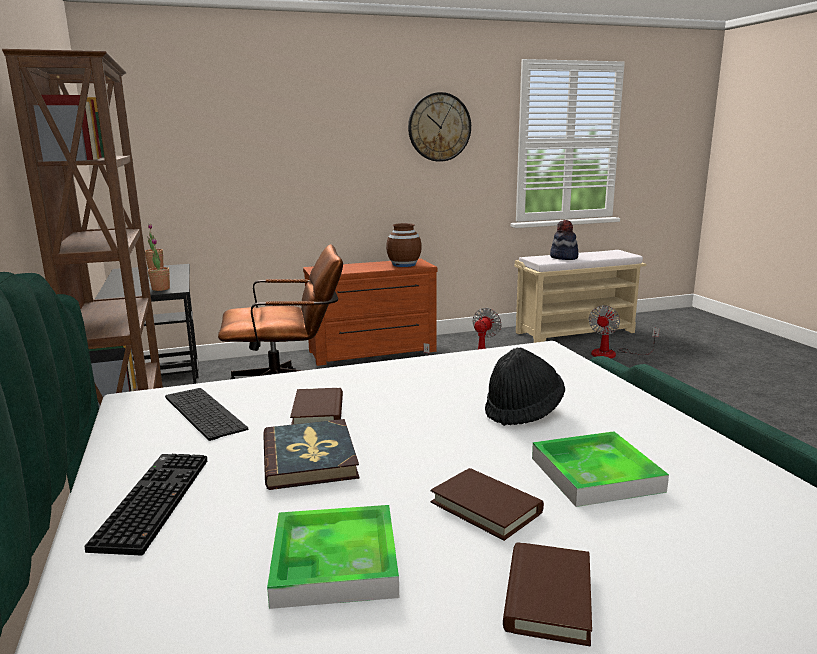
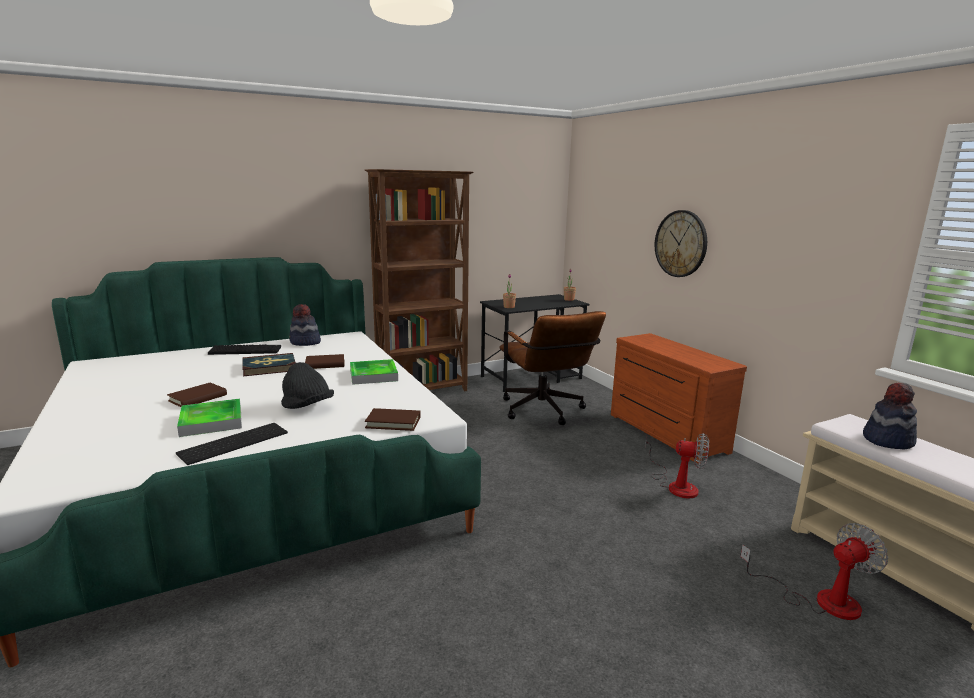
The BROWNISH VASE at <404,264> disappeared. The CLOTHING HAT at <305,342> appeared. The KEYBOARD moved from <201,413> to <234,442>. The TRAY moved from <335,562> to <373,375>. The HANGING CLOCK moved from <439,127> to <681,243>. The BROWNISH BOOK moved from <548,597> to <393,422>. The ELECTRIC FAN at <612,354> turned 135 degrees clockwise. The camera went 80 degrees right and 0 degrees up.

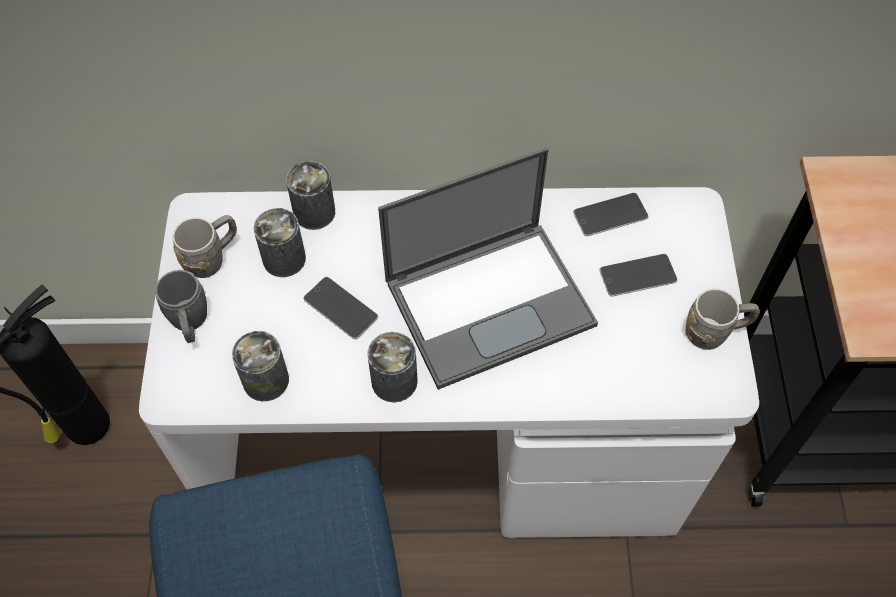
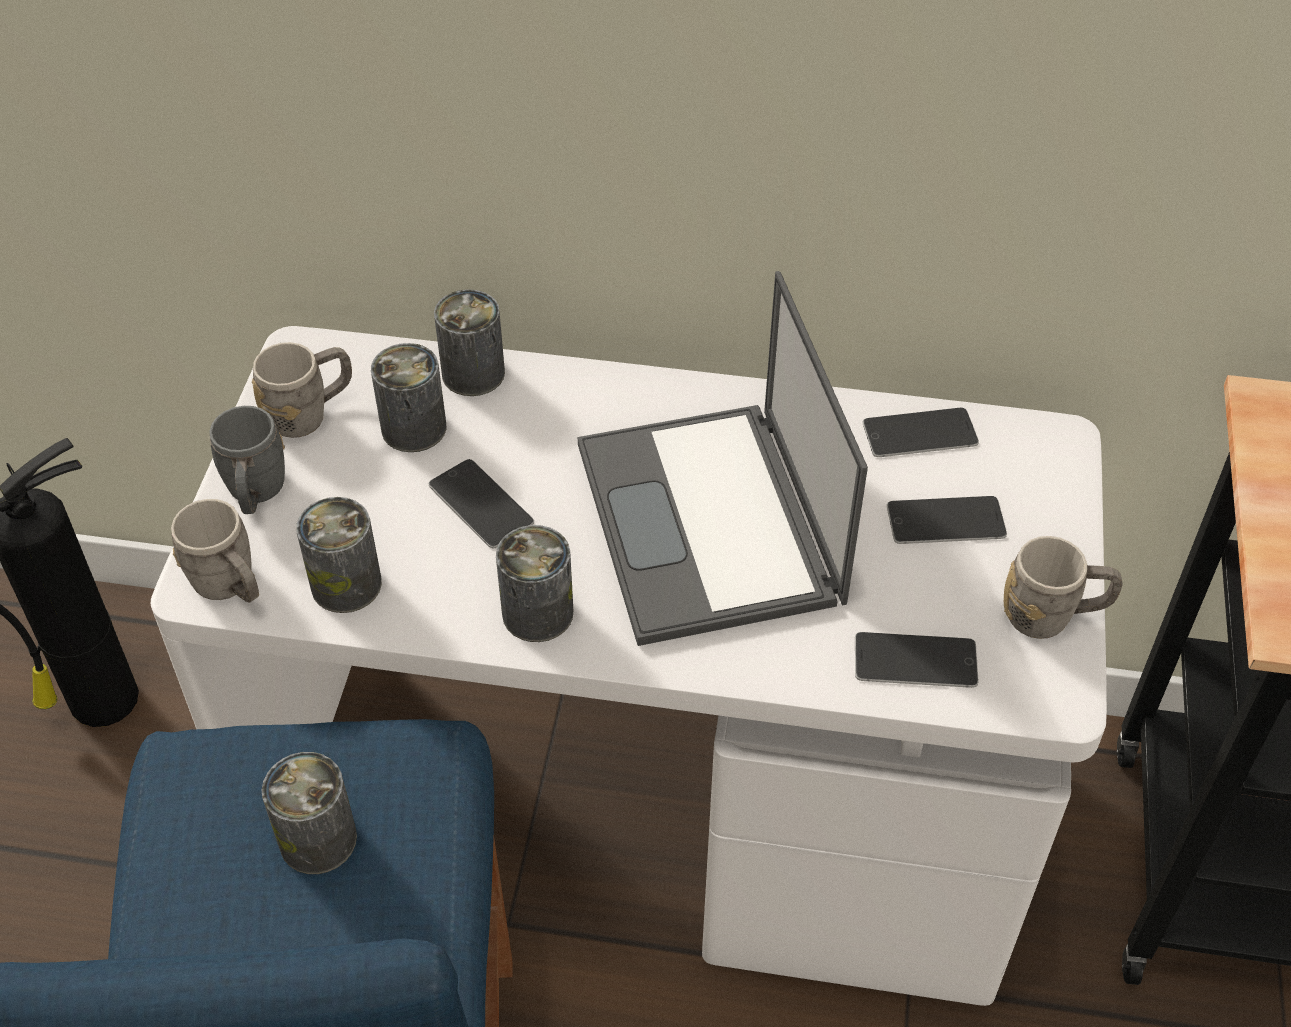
The GRAY TEA MUG at <230,587> appeared. The SEALED CAN at <318,839> appeared. The PHONE at <915,660> appeared. The NOTEBOOK COMPUTER at <491,301> turned 90 degrees clockwise. The camera went 10 degrees right and 10 degrees down.

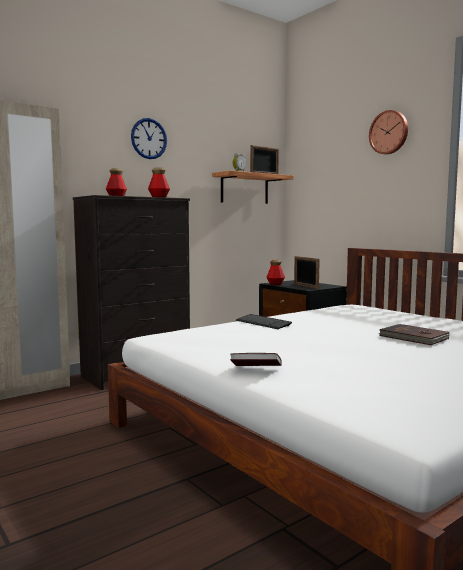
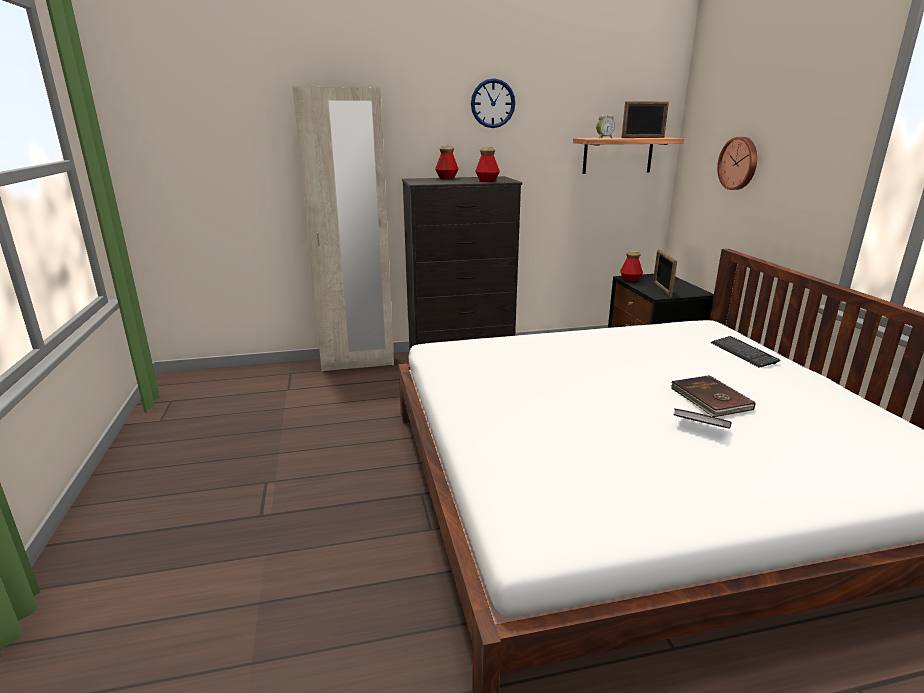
The BOOK moved from <256,370> to <700,428>. The KEYBOARD moved from <263,323> to <743,353>. The HANGING CLOCK moved from <389,132> to <739,163>. The camera went 25 degrees right and 15 degrees up.

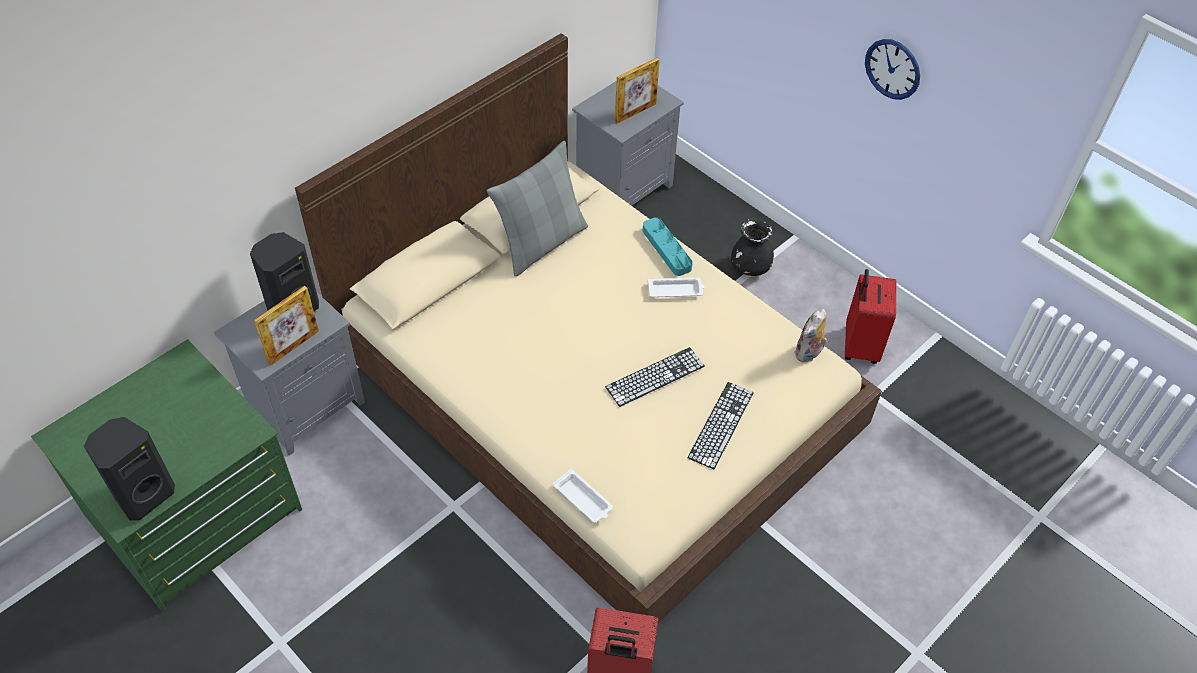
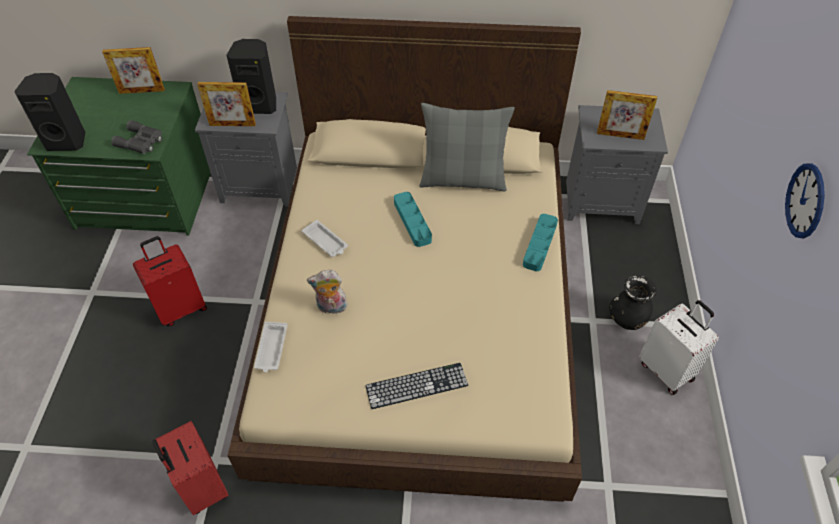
The KEYBOARD at <655,376> disappeared. The PHOTO FRAME at <141,91> appeared. The GRAY BINOCULARS at <141,142> appeared. The TURQUOISE TRAY at <412,221> appeared. The WHITISH TRAVEL CASE at <667,370> appeared. The WHITISH TRAY moved from <676,290> to <325,241>. The PLUSH TOY moved from <809,354> to <331,308>. The REDDISH TRAVEL CASE moved from <859,346> to <181,308>. The camera went 50 degrees right and 0 degrees up.

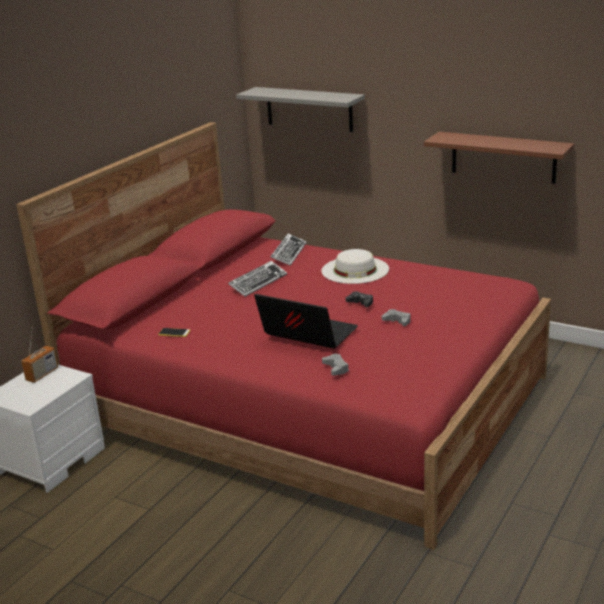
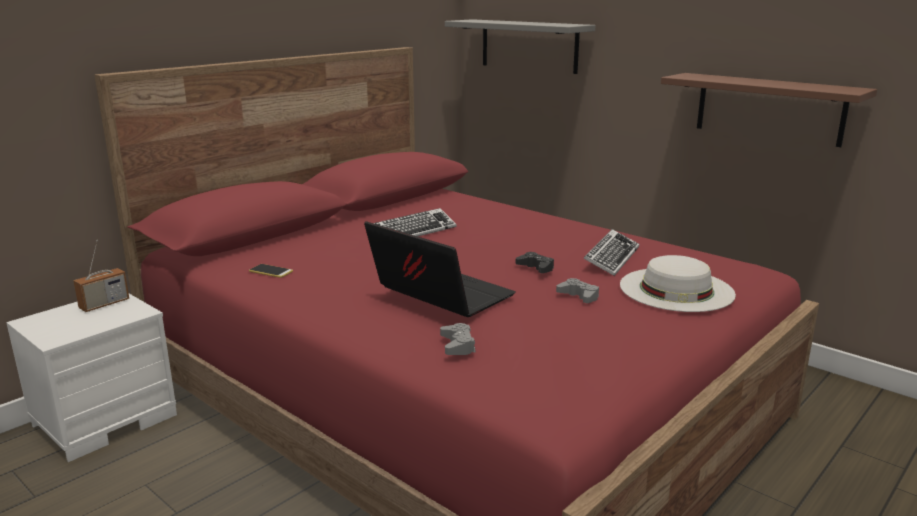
The KEYBOARD moved from <288,253> to <611,258>. The WHITISH CLOTHING HAT moved from <355,270> to <676,289>. The camera went 10 degrees right and 5 degrees down.

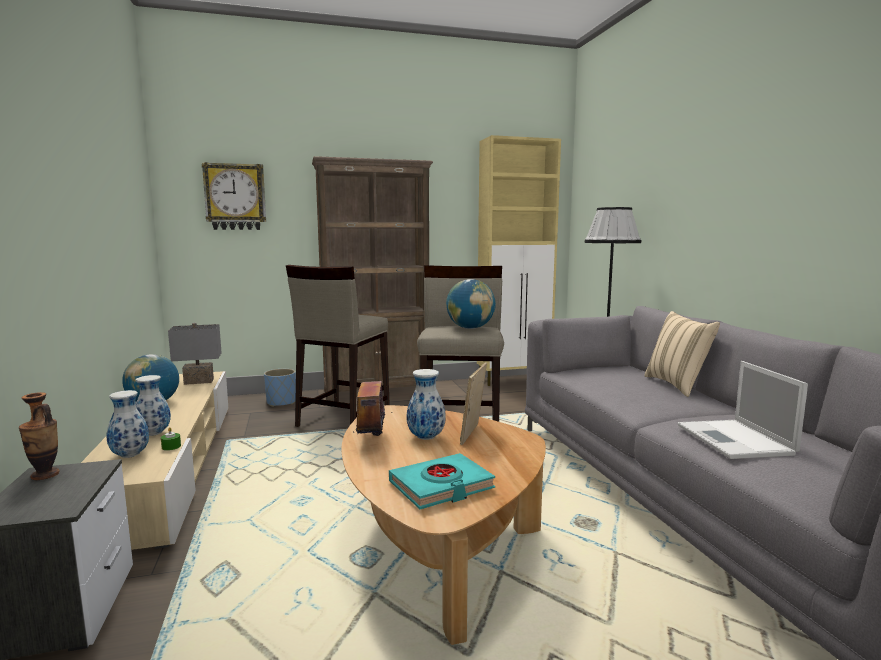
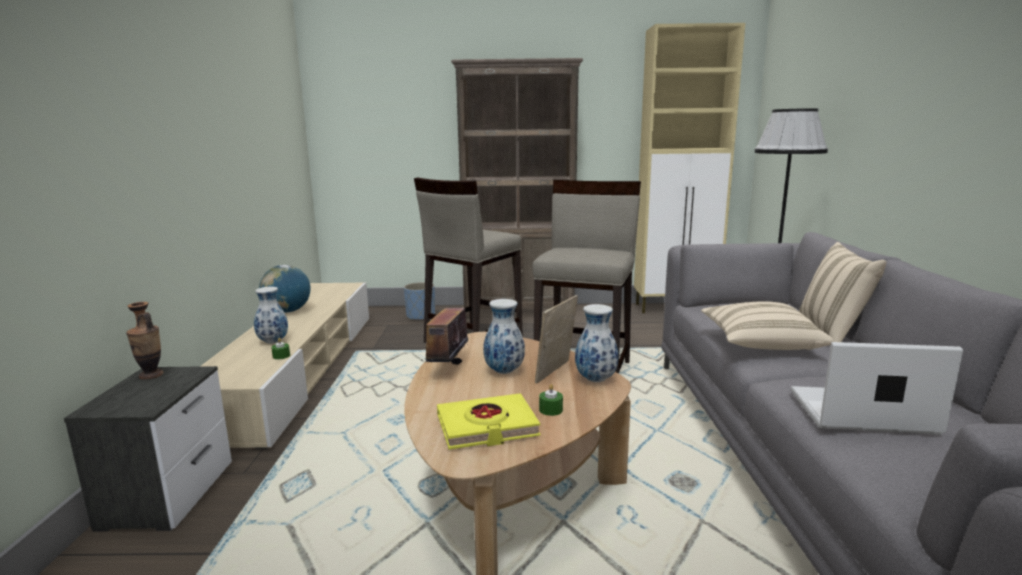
The GRAY LAMP FOR A TABLE at <198,382> disappeared. The HANGING CLOCK at <235,197> disappeared. The WORLD GLOBE at <470,328> disappeared. The GREENISH WAX LIGHT at <551,410> appeared. The BEIGE PILLOW at <760,344> appeared. The VASE moved from <131,455> to <596,379>. The TURQUOISE BOOK at <441,486> became the YELLOWISH BOOK at <487,427>. The NOTEBOOK COMPUTER at <736,440> turned 90 degrees clockwise. The camera went 15 degrees right and 5 degrees up.

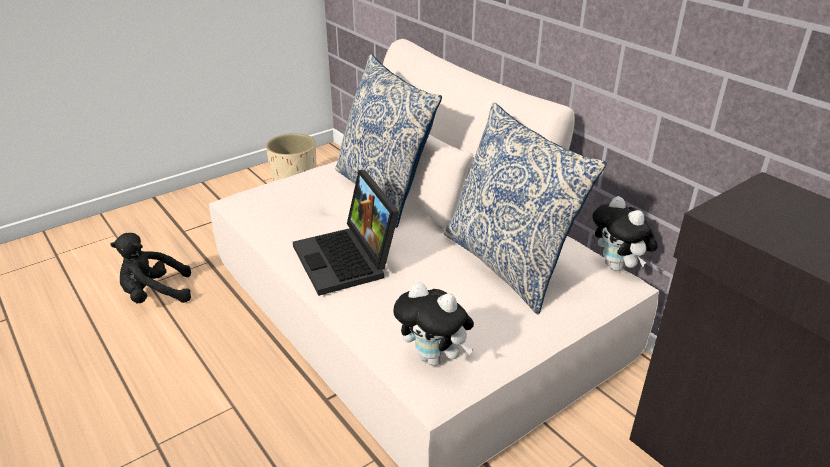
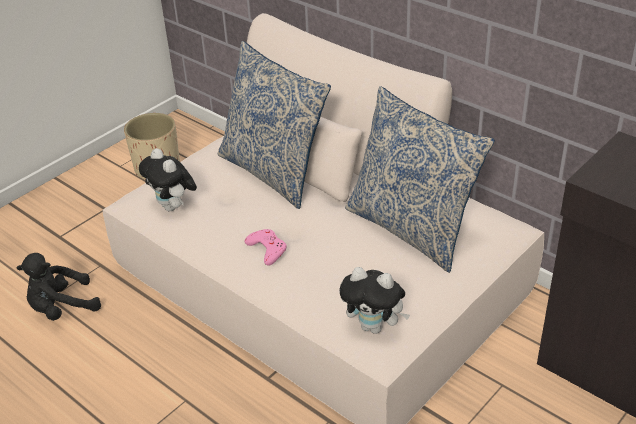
The PLUSH TOY moved from <618,267> to <173,207>. The NOTEBOOK COMPUTER at <348,260> was replaced by the PINKISH GAME CONTROLLER at <267,249>. The camera went 10 degrees left and 5 degrees up.

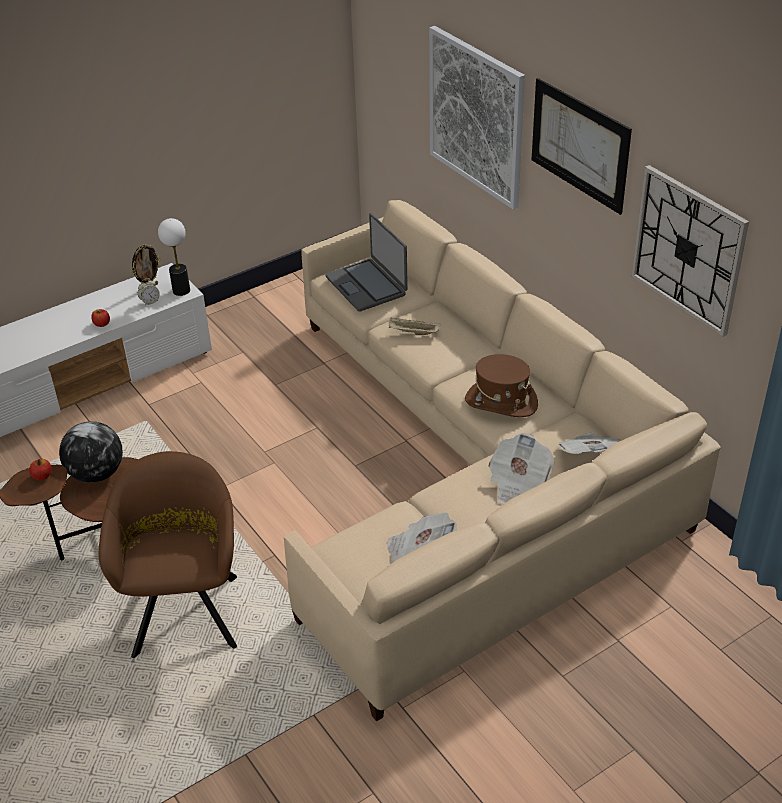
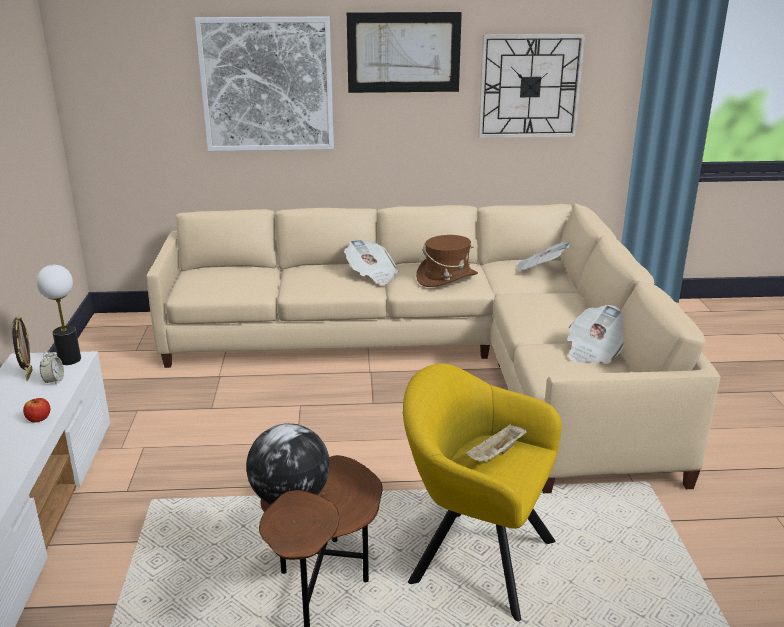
The WHOLE APPLE at <42,476> disappeared. The NOTEBOOK COMPUTER at <367,286> disappeared. The BEIGE TRAY moved from <413,333> to <497,454>. The NEWSPAPER moved from <518,484> to <372,275>. The BROWNISH EASY CHAIR at <186,609> became the YELLOWISH EASY CHAIR at <474,558>. The camera went 60 degrees left and 15 degrees down.

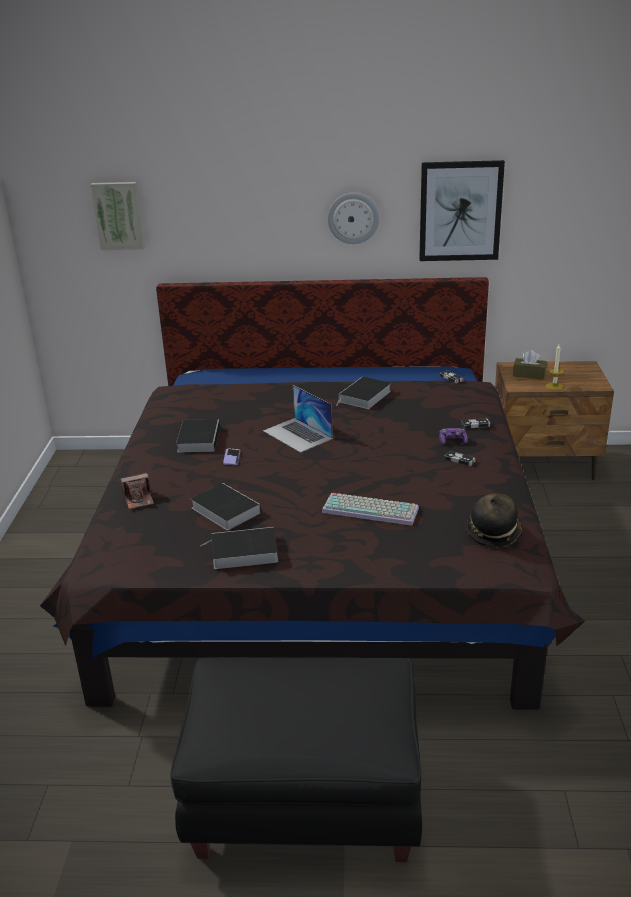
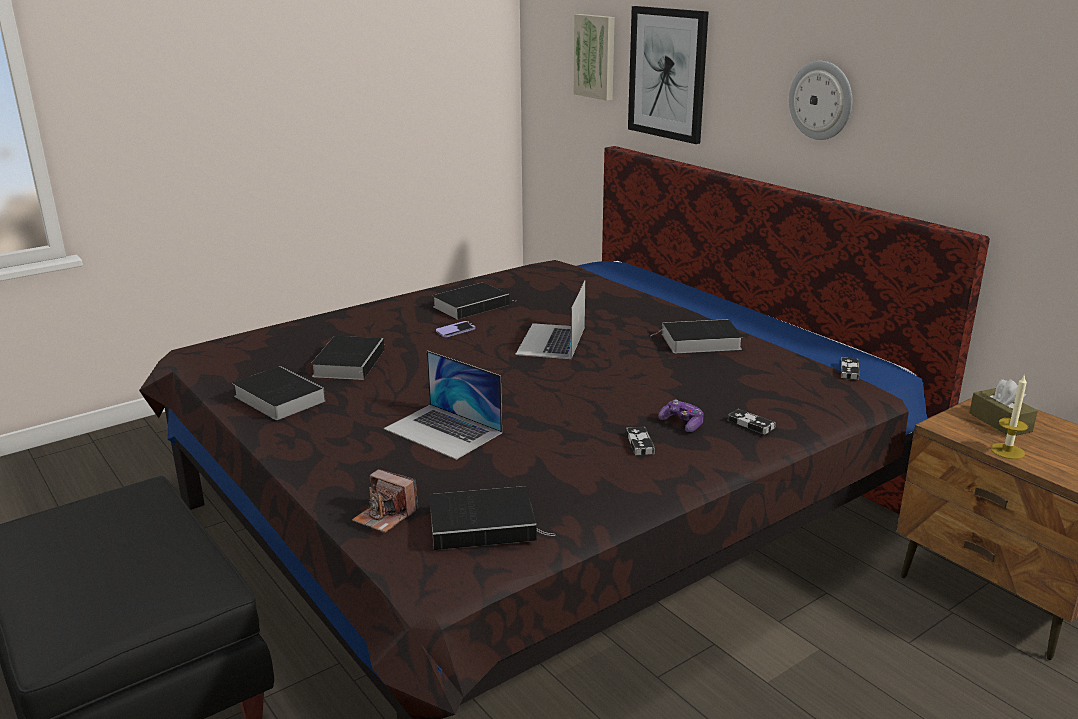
The PHOTO CAMERA moved from <139,500> to <385,516>. The WALL ART moved from <460,211> to <667,73>. The KEYBOARD at <372,509> was replaced by the NOTEBOOK COMPUTER at <443,431>. The CLOTHING HAT at <493,533> was replaced by the BOOK at <485,524>. The camera went 50 degrees right and 5 degrees down.

